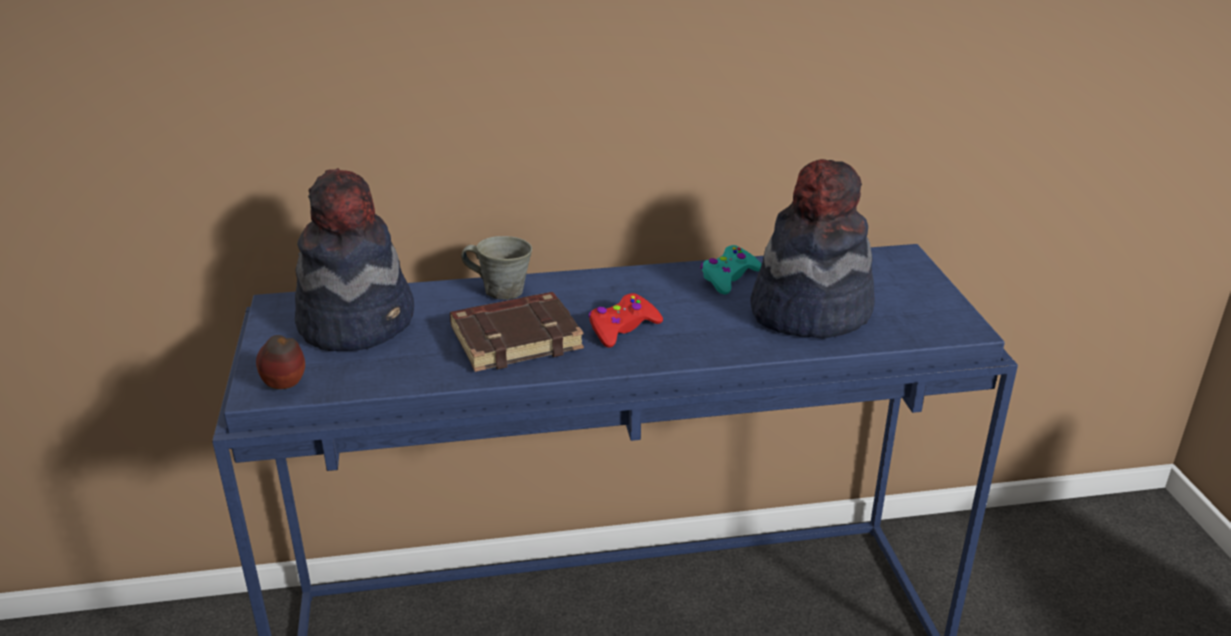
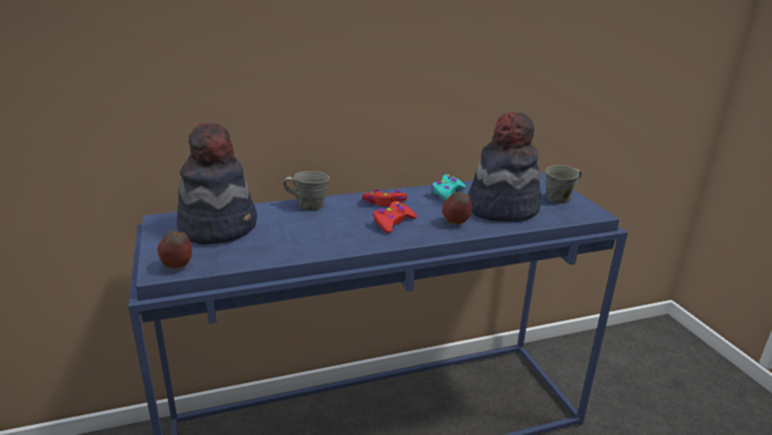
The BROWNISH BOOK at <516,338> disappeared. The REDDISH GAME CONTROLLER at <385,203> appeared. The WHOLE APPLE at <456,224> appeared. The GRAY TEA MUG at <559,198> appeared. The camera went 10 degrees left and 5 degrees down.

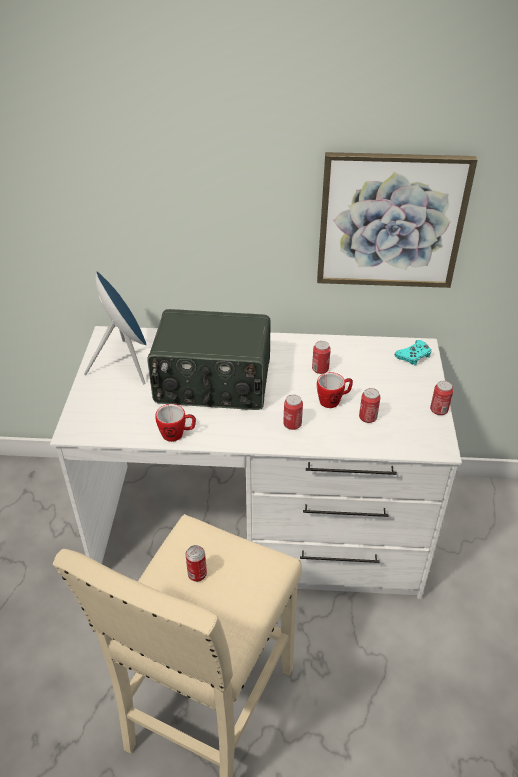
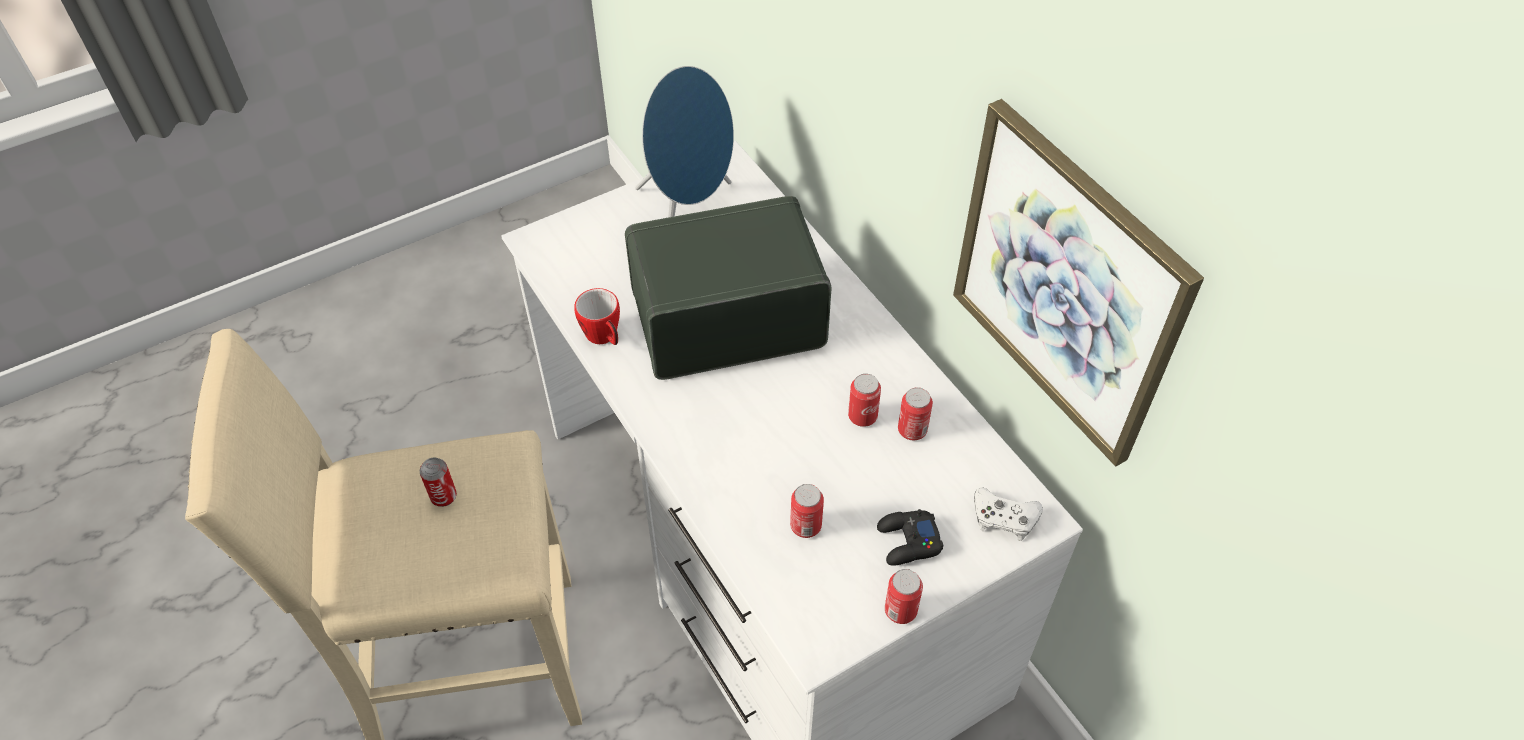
The TEA MUG at <333,400> disappeared. The BLACKISH GAME CONTROLLER at <908,542> appeared. The SEALED CAN moved from <292,424> to <912,430>. The TURQUOISE GAME CONTROLLER at <414,356> became the WHITISH GAME CONTROLLER at <1004,518>. The RADIO at <213,383> turned 105 degrees clockwise. The camera went 55 degrees right and 10 degrees up.

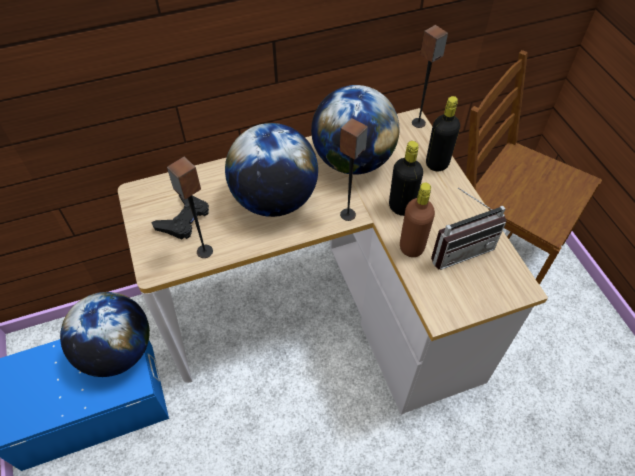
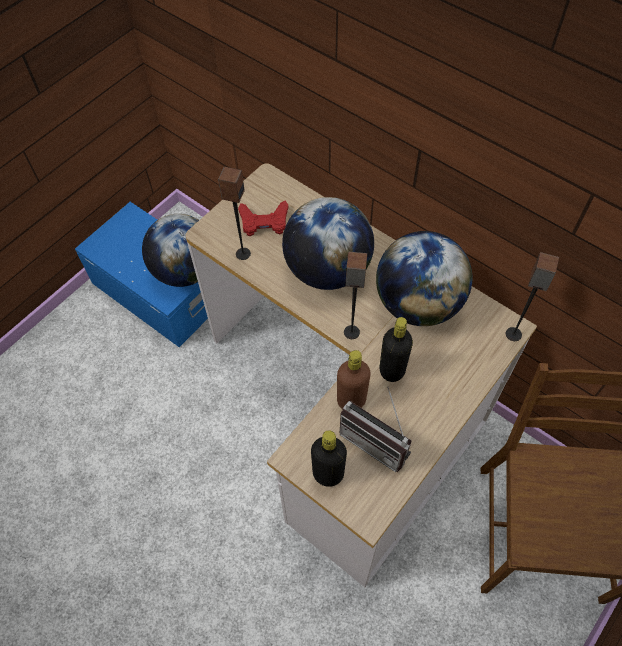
The BLACKISH BEVERAGE BOTTLE moved from <437,163> to <328,473>. The BLACKISH GAME CONTROLLER at <184,219> became the REDDISH GAME CONTROLLER at <264,222>. The camera went 60 degrees right and 5 degrees up.

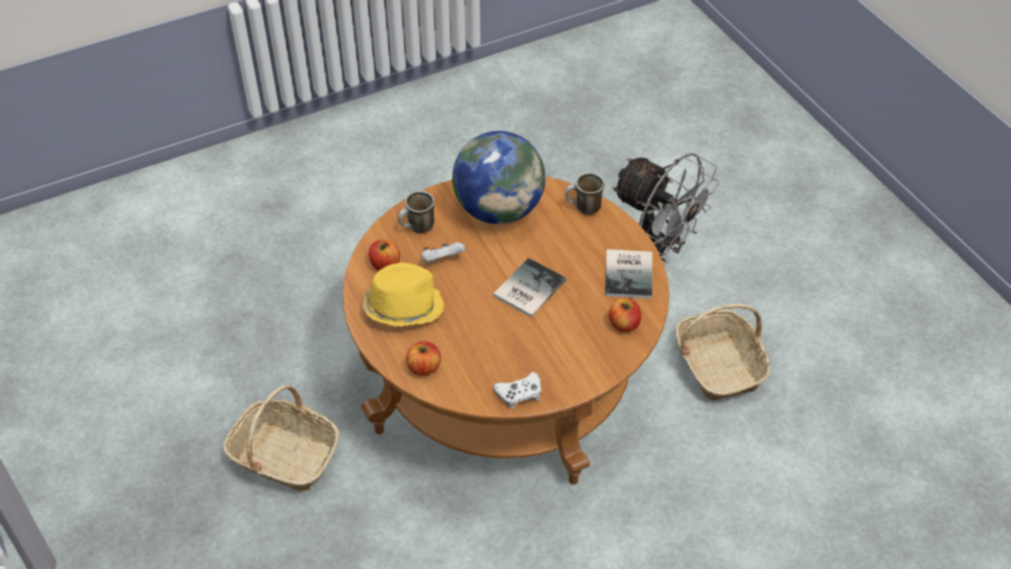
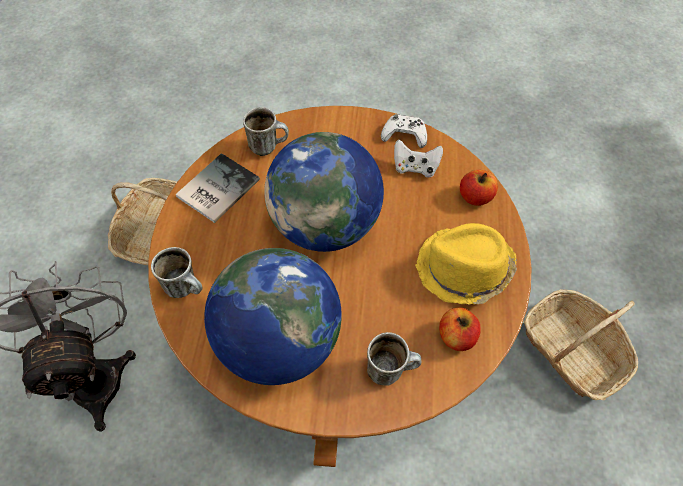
The WHITISH GAME CONTROLLER moved from <442,260> to <415,167>. The BOOK at <527,288> was replaced by the WORLD GLOBE at <324,225>. The WHOLE APPLE at <624,324> was replaced by the TEA MUG at <268,146>. The camera went 150 degrees left and 10 degrees up.

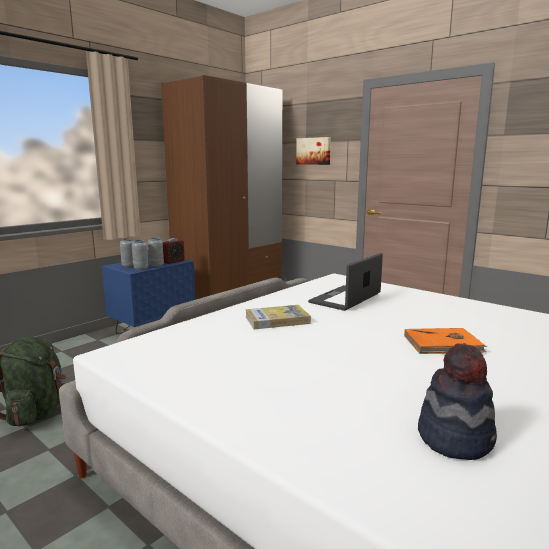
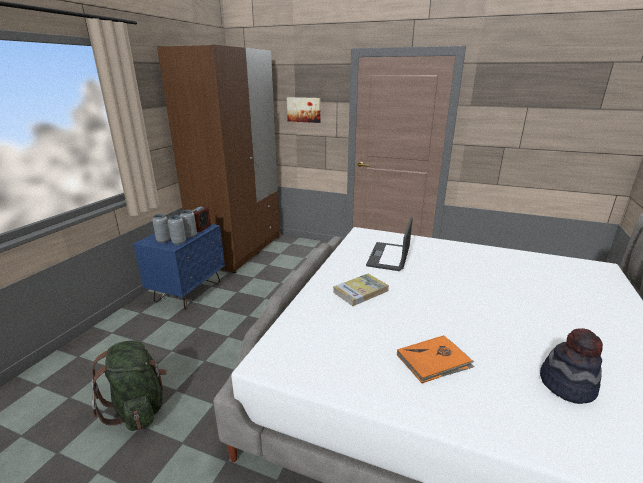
The ORANGEY BOOK moved from <443,344> to <434,361>. The camera went 20 degrees left and 10 degrees up.

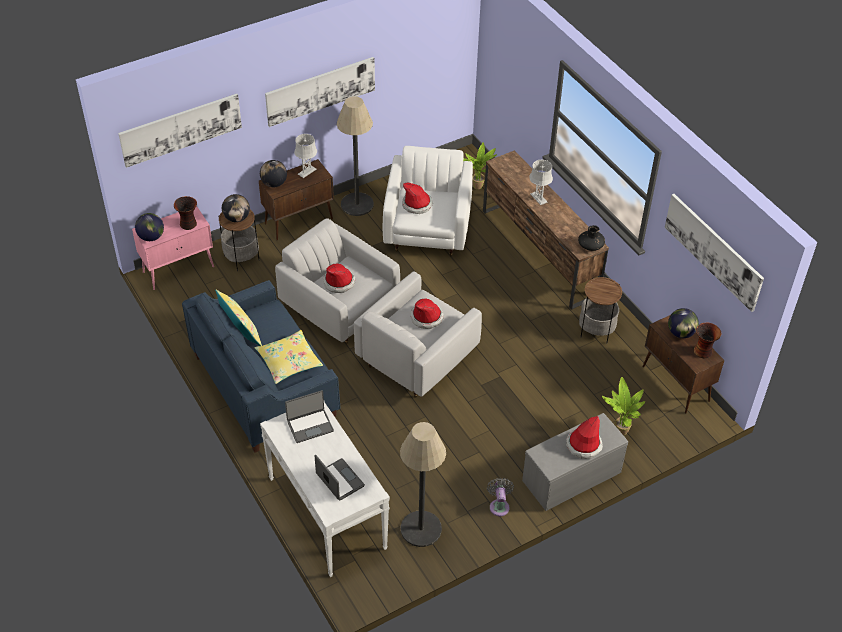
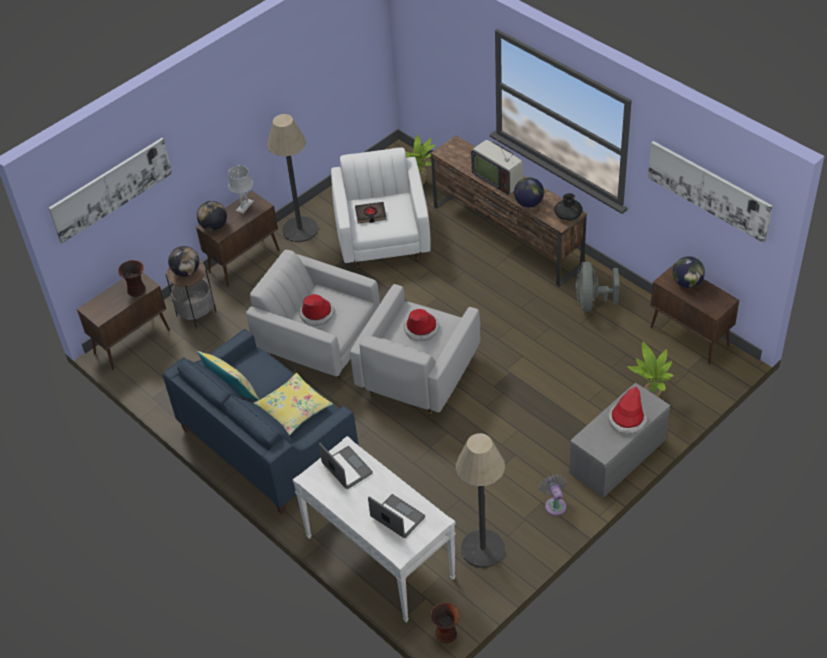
The WALL ART at <320,90> disappeared. The WORLD GLOBE moved from <151,237> to <528,203>. The VASE moved from <703,351> to <446,633>. The CLOTHING HAT at <417,204> was replaced by the BLACKISH BOOK at <370,214>. The GRAY LAMP FOR A TABLE at <538,198> was replaced by the TV at <498,179>. The ACCENT TABLE at <596,330> was replaced by the GRAY ELECTRIC FAN at <591,302>. The PINKISH CABINET at <179,269> became the BROWNISH CABINET at <132,341>. The NOTEBOOK COMPUTER at <310,425> turned 90 degrees counterclockwise. The camera went 10 degrees left and 0 degrees up.

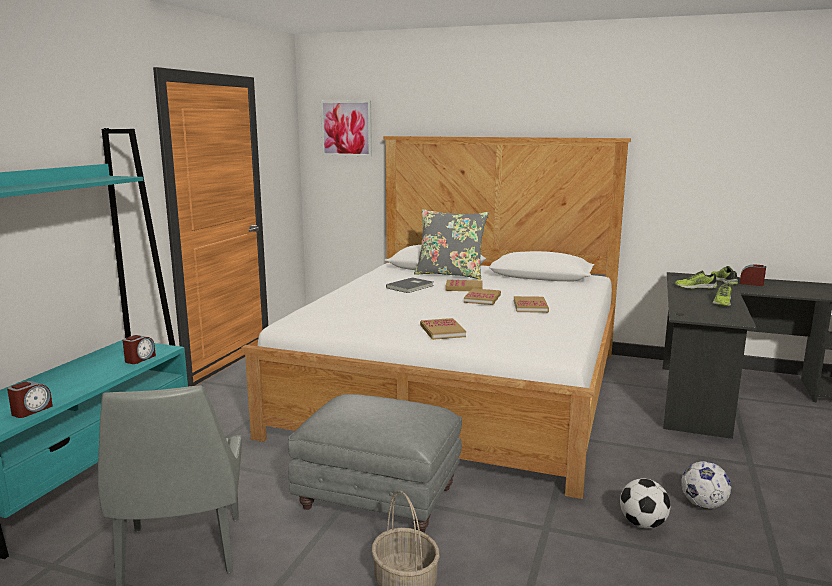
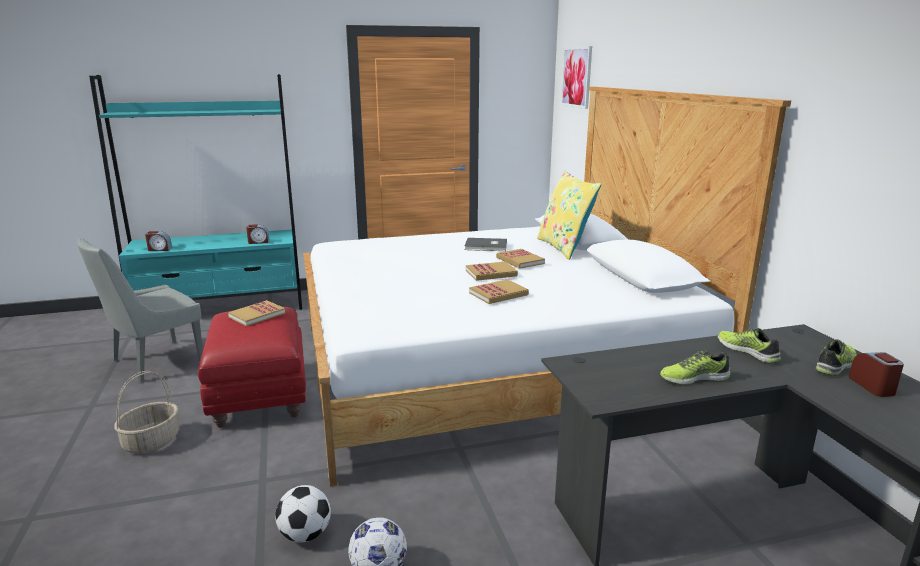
The BOOK moved from <442,331> to <257,315>. The GRAY FOOTREST at <380,498> became the REDDISH FOOTREST at <260,396>. The GRAY PILLOW at <450,274> became the YELLOWISH PILLOW at <564,248>. The camera went 55 degrees right and 5 degrees up.

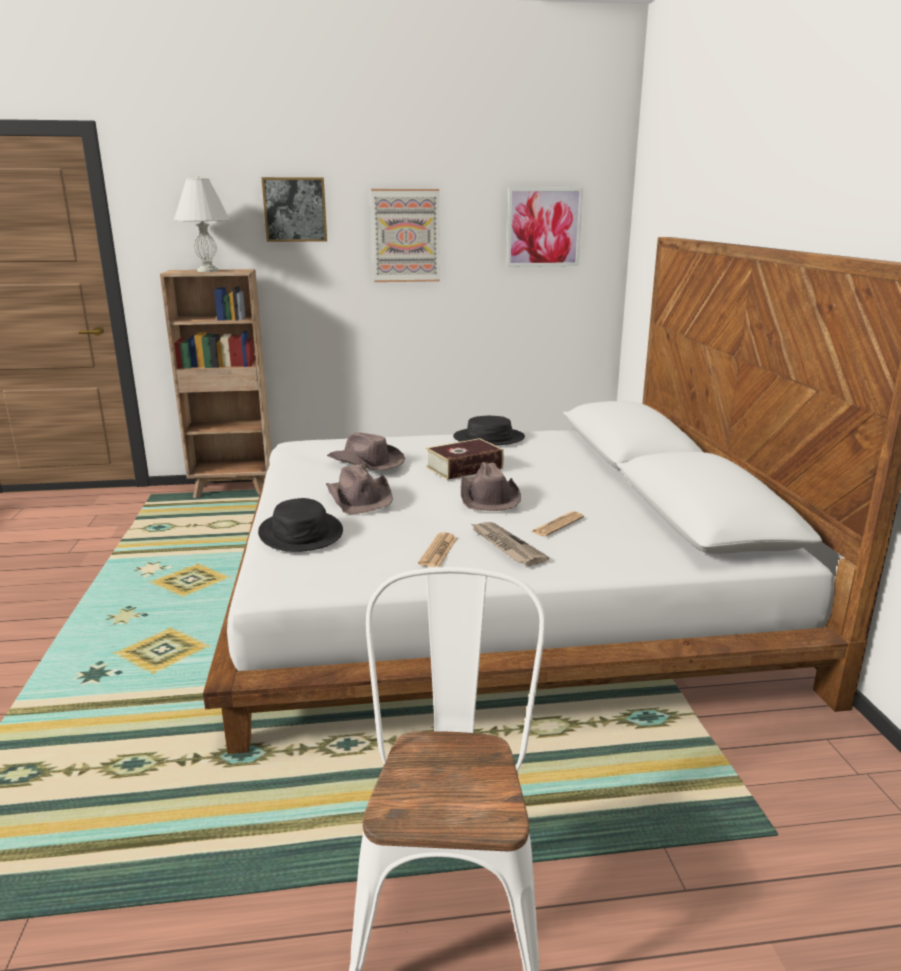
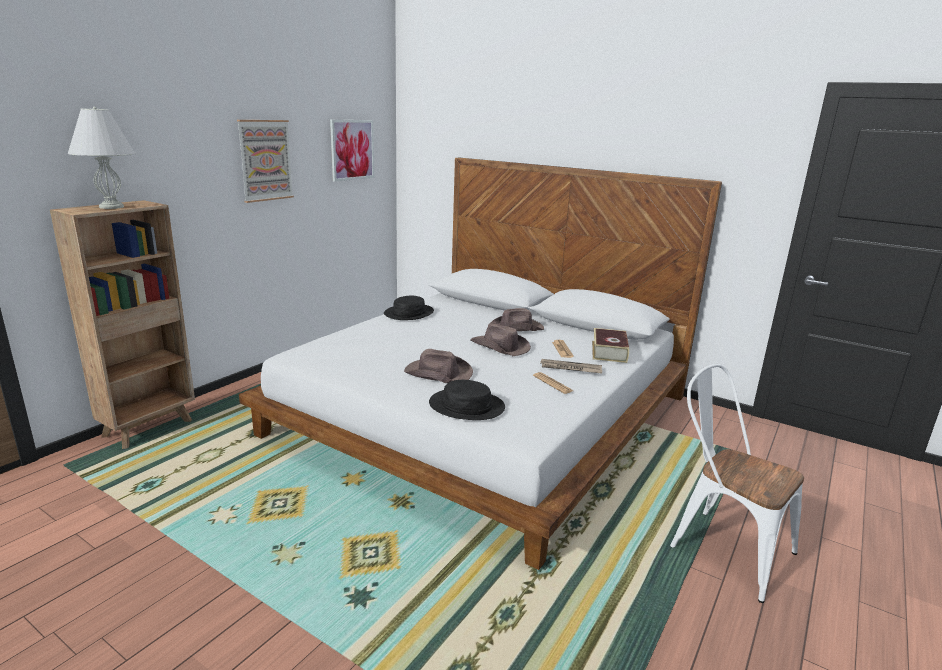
The WALL ART at <295,209> disappeared. The BROWNISH CLOTHING HAT moved from <366,462> to <516,328>. The BOOK moved from <464,468> to <609,351>. The camera went 50 degrees left and 0 degrees up.

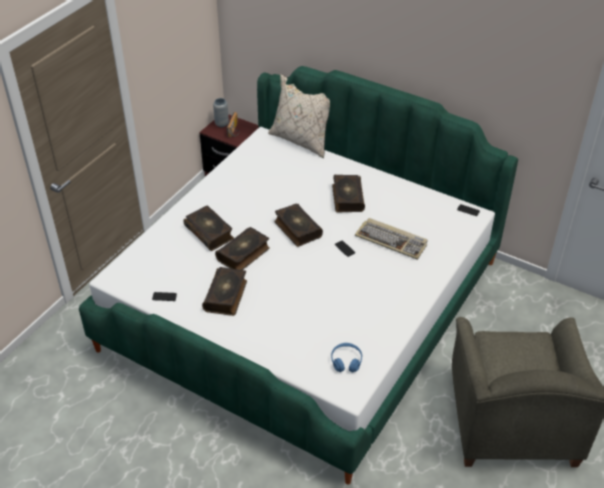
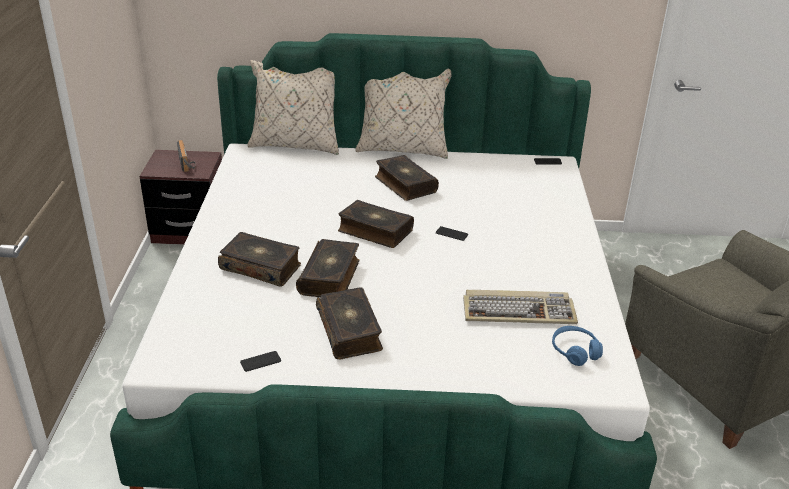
The GRAY VASE at <221,124> disappeared. The BEIGE PILLOW at <402,148> appeared. The KEYBOARD moved from <392,240> to <519,311>. The camera went 30 degrees left and 10 degrees down.

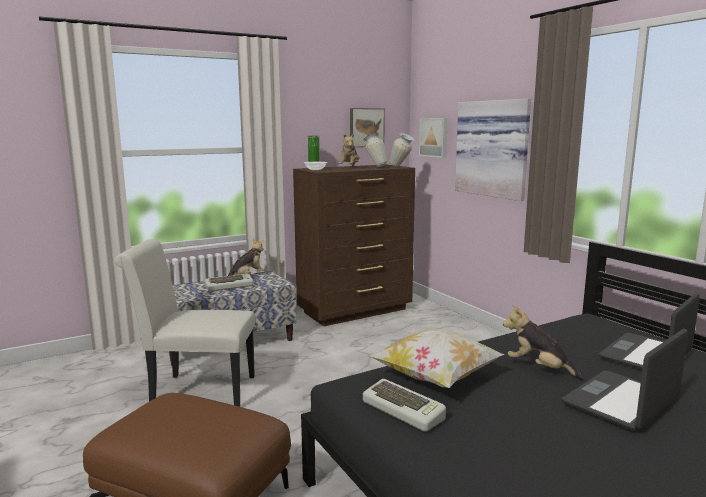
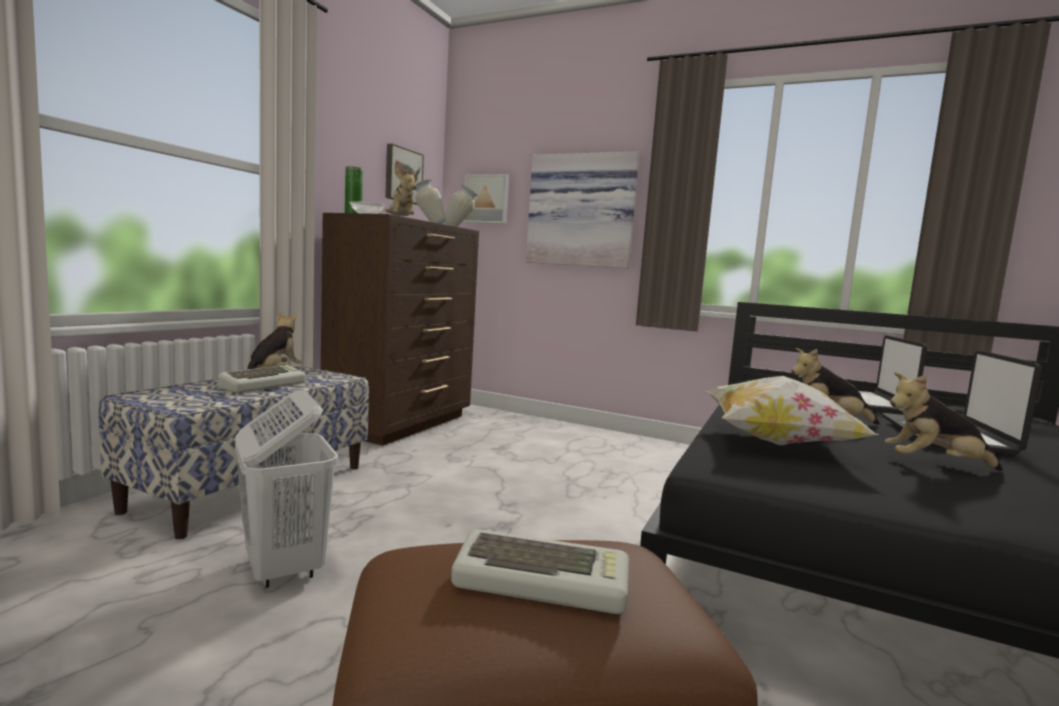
The PLUSH TOY at <934,465> appeared. The KEYBOARD moved from <404,410> to <543,582>. The WHITISH UPRIGHT CHAIR at <196,392> was replaced by the WHITISH HAMPER at <284,568>. The camera went 35 degrees left and 5 degrees down.

